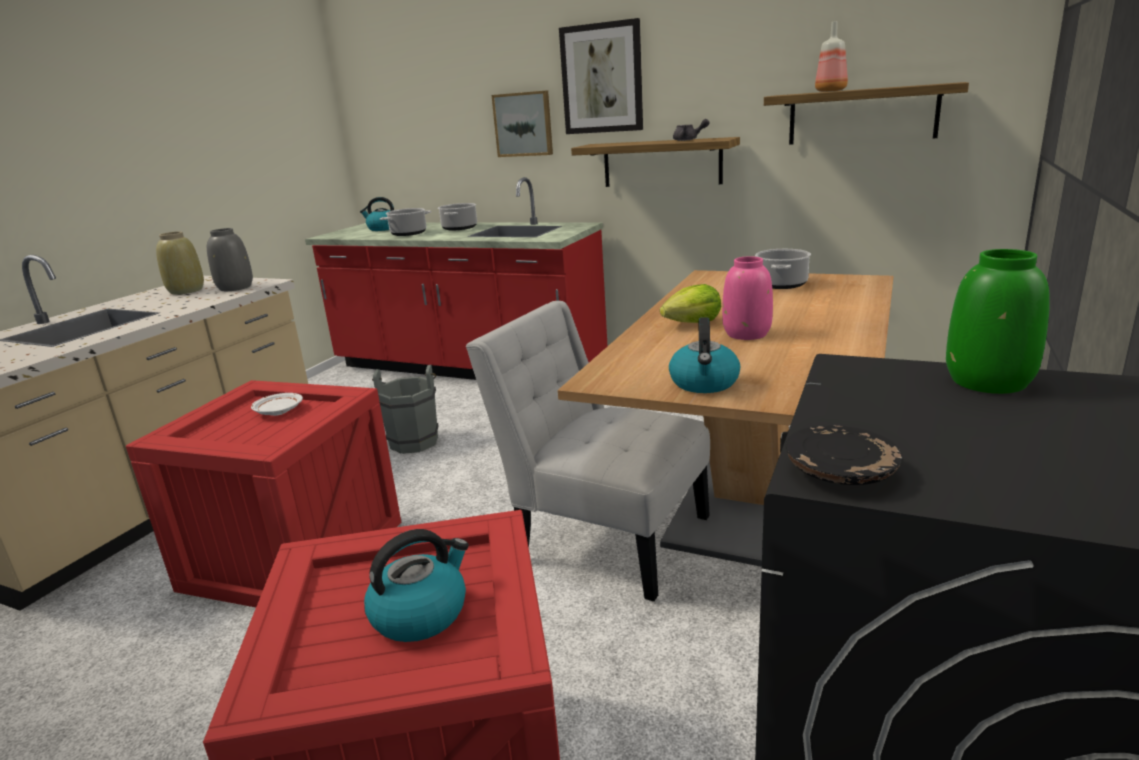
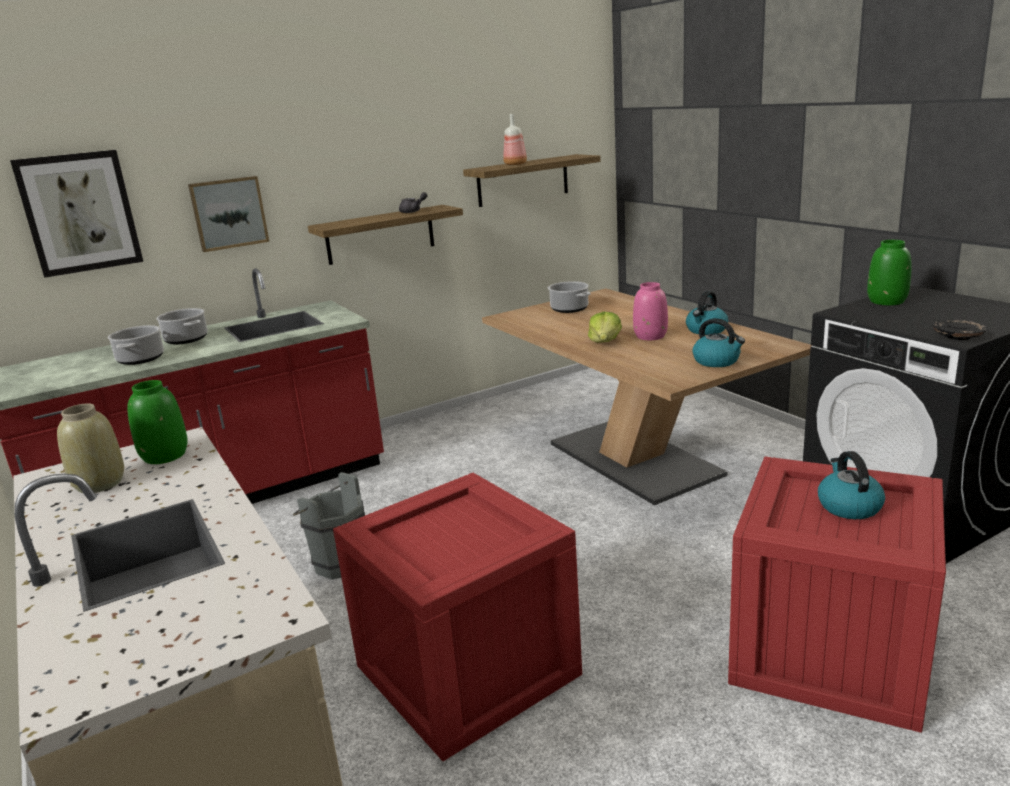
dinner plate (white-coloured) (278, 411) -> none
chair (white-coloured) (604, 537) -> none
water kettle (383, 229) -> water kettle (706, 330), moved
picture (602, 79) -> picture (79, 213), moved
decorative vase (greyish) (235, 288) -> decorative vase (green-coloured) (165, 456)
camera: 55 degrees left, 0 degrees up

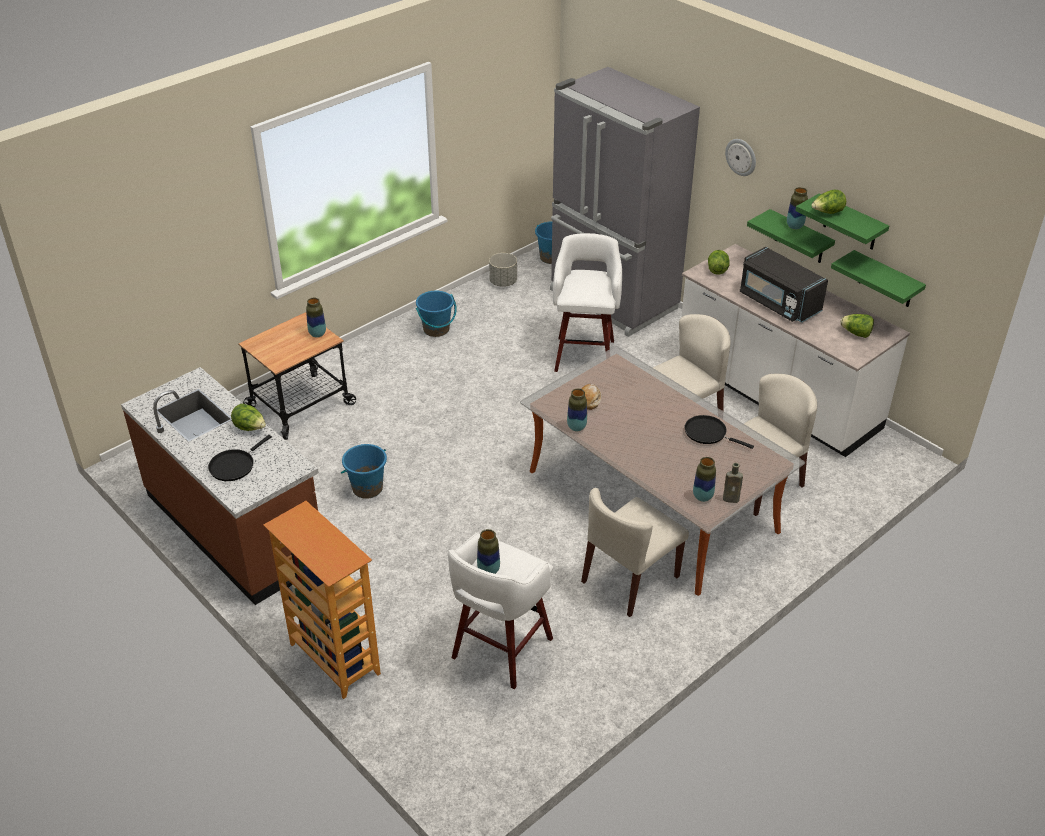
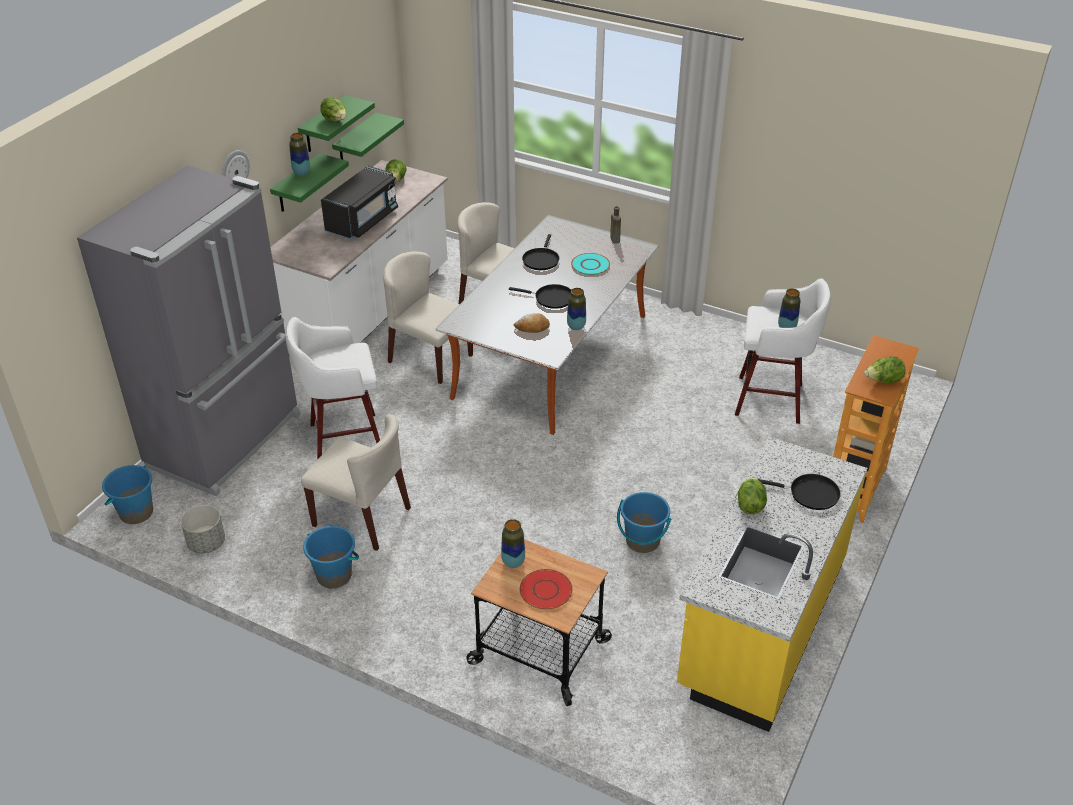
decorative vase (702, 497) -> none
none -> frying pan (black-coloured) (551, 298)
none -> dinner plate (red-coloured) (546, 590)
none -> dinner plate (blue-green) (590, 265)
chair (beige) (630, 580) -> chair (beige) (362, 517), moved
lettuce (717, 269) -> lettuce (883, 381), moved
kitchen base unit (brown-coloured) (236, 527) -> kitchen base unit (yellowish) (760, 625)
camera: 110 degrees left, 0 degrees up

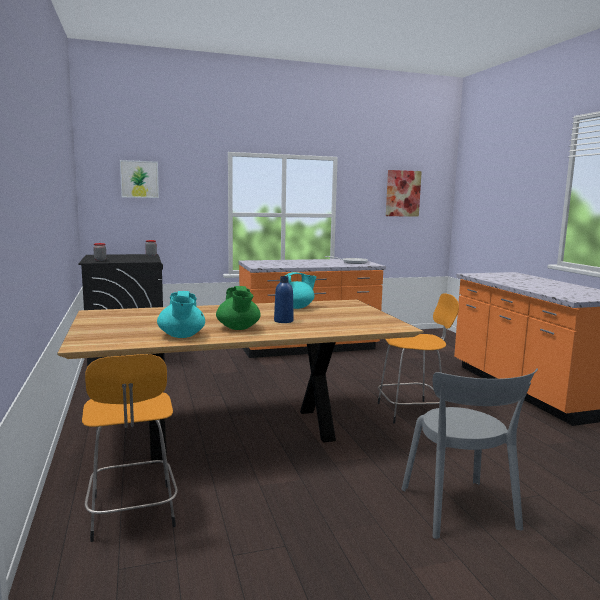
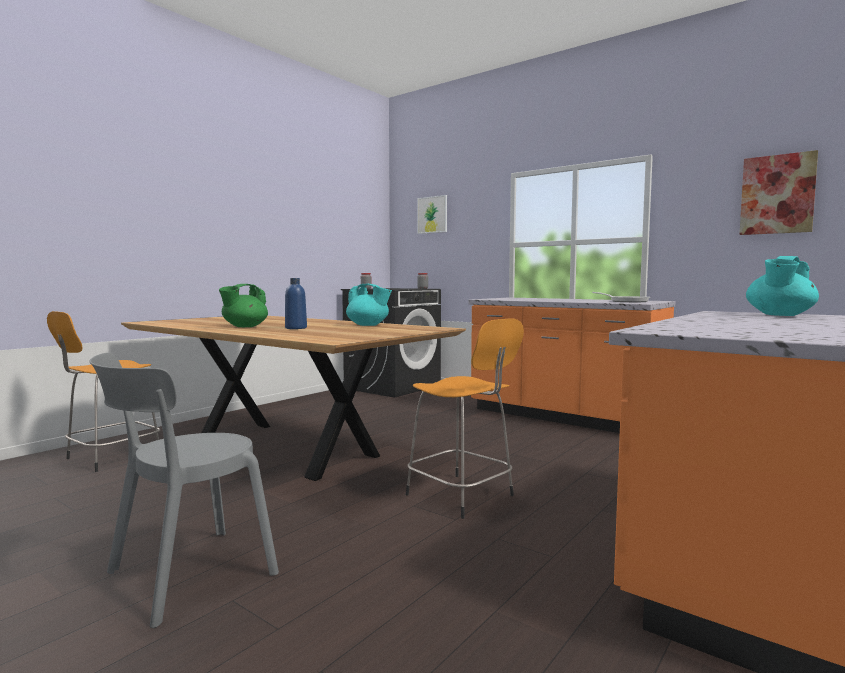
pot for tea (blue-green) (181, 336) -> pot for tea (blue-green) (779, 315), moved
camera: 55 degrees right, 5 degrees down

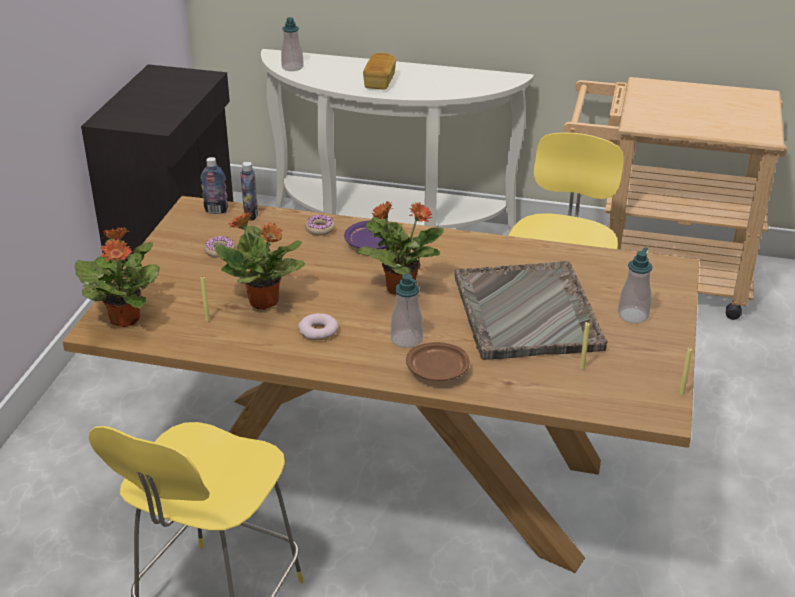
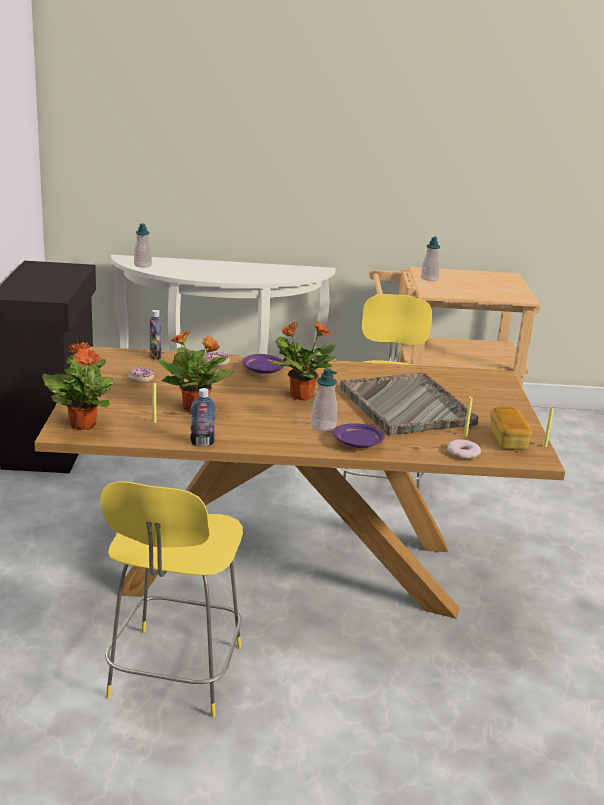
beverage bottle (216, 210) -> beverage bottle (202, 443), moved
ring doughnut (318, 331) -> ring doughnut (463, 453), moved
baked bread (379, 82) -> baked bread (507, 440), moved
soap bottle (633, 315) -> soap bottle (429, 279), moved
dinner plate (brown-coloured) (438, 371) -> dinner plate (purple) (358, 443)
camera: 15 degrees left, 10 degrees down

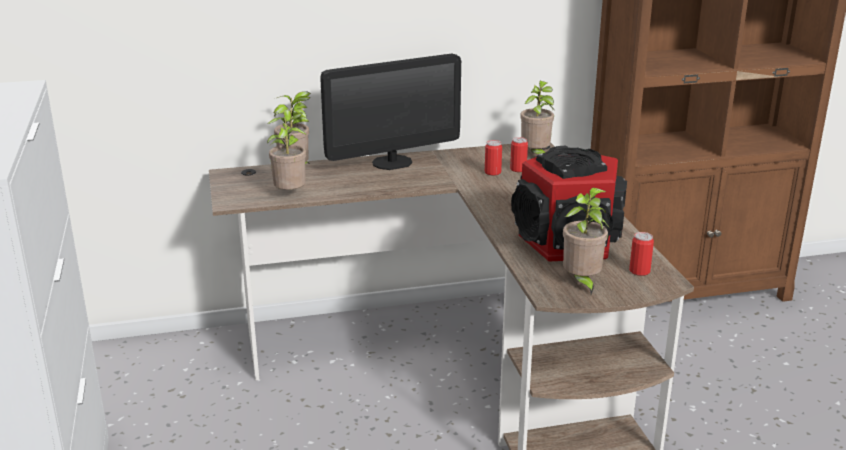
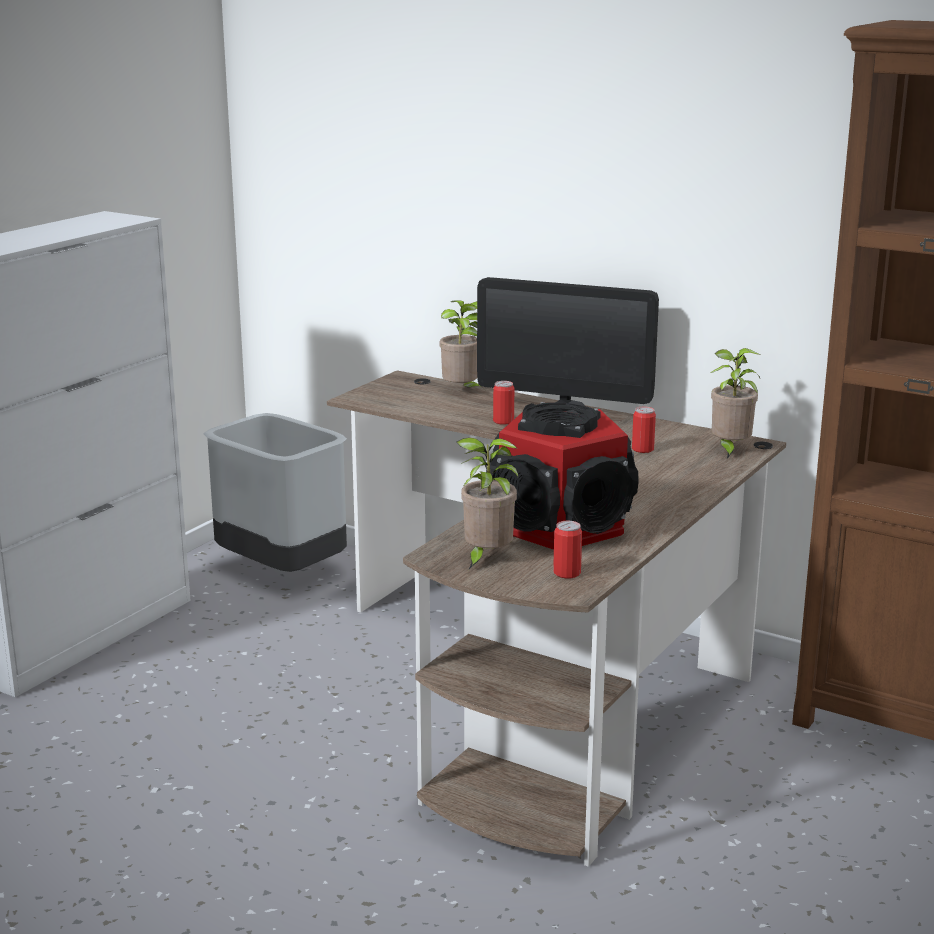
potted plant (291, 195) -> none
none -> rubbish bin (greyish) (283, 571)
can (518, 169) -> can (503, 421), moved
camera: 45 degrees right, 5 degrees down

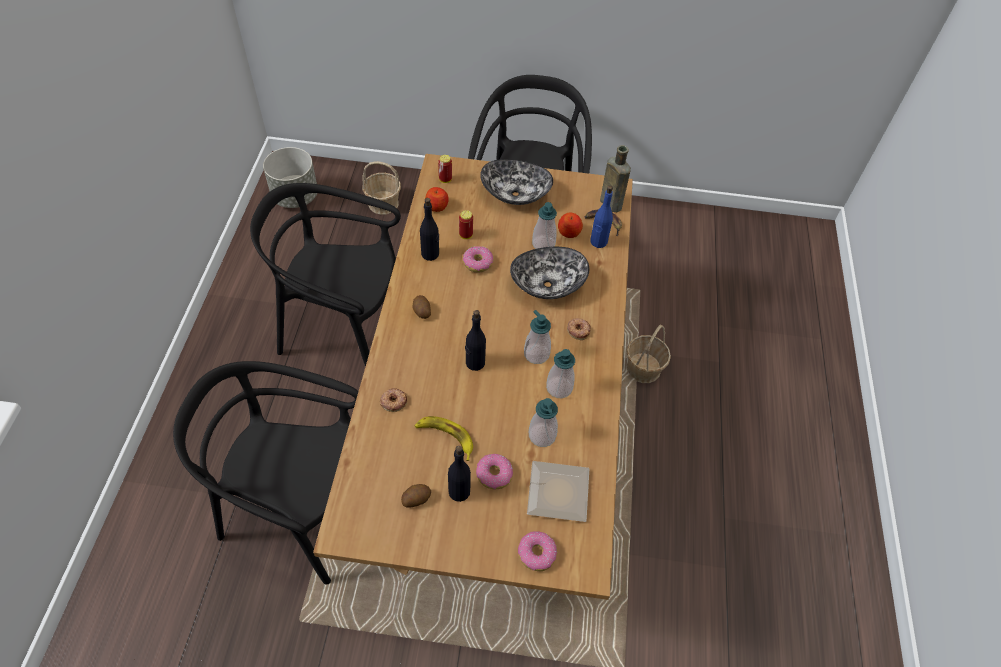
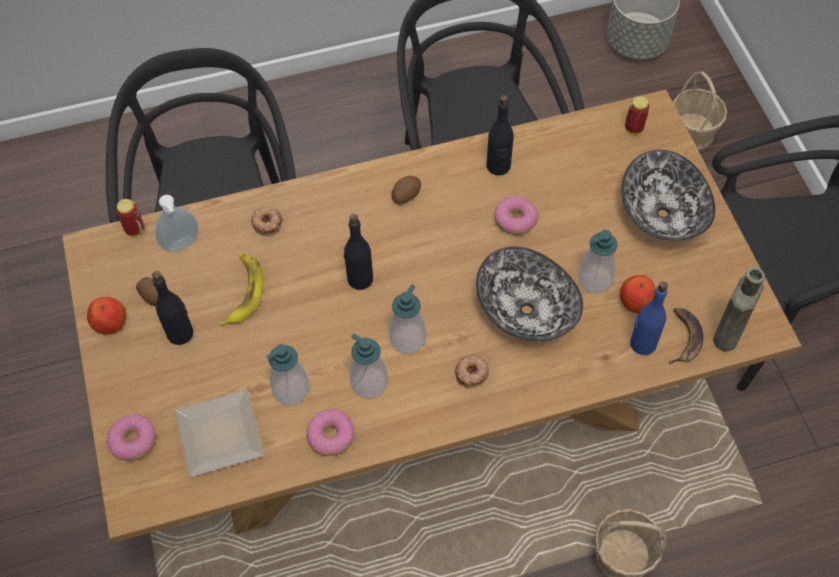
none -> soap bottle (182, 246)
whole apple (437, 206) -> whole apple (110, 323), moved
can (466, 235) -> can (135, 230), moved
ring doughnut (494, 474) -> ring doughnut (331, 436), moved
camera: 70 degrees right, 5 degrees up

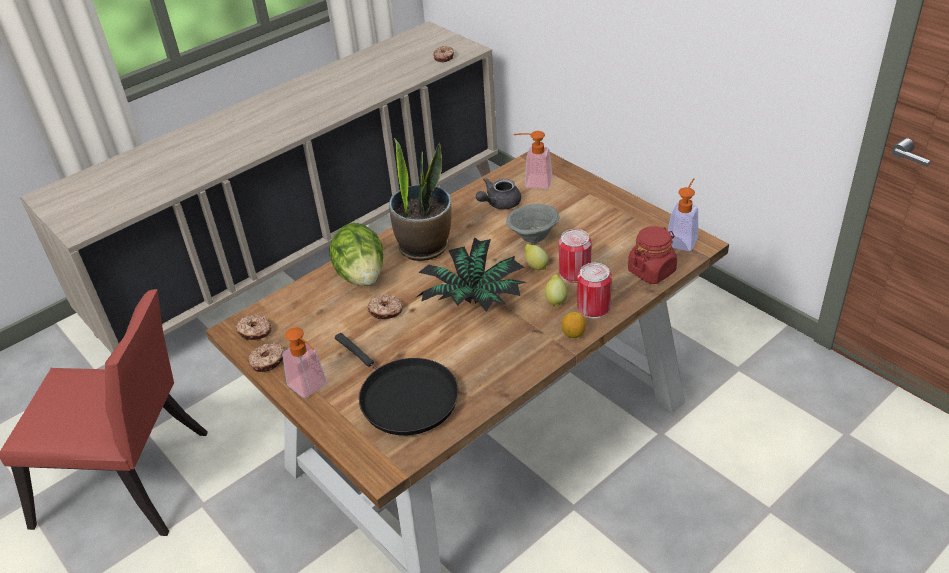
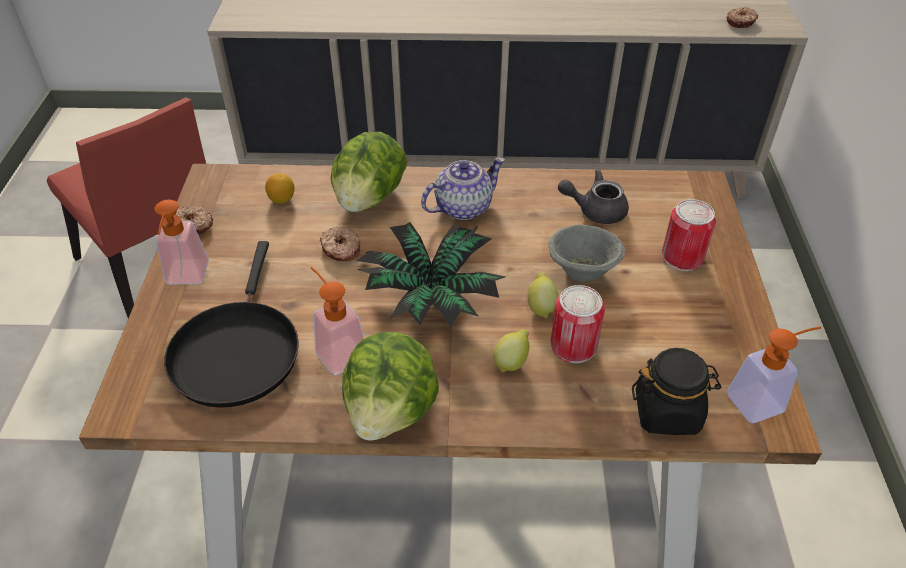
ring doughnut (255, 332) -> none
none -> lettuce (392, 411)
soap bottle (533, 182) -> soap bottle (337, 350), moved
lemon (573, 334) -> lemon (282, 199), moved
can (593, 308) -> can (682, 257), moved
potted plant (424, 246) -> pot for tea (462, 207)
preserve jar (red-coloured) (651, 271) -> preserve jar (black-coloured) (667, 412)
camera: 40 degrees right, 5 degrees up

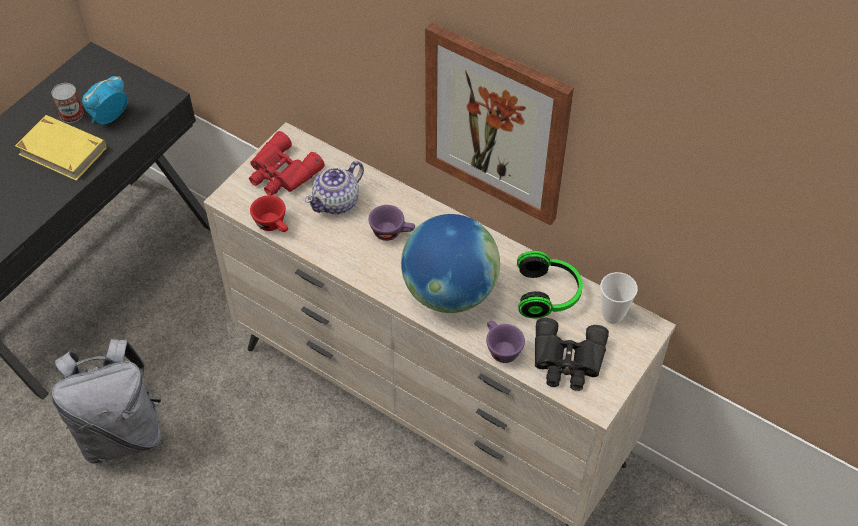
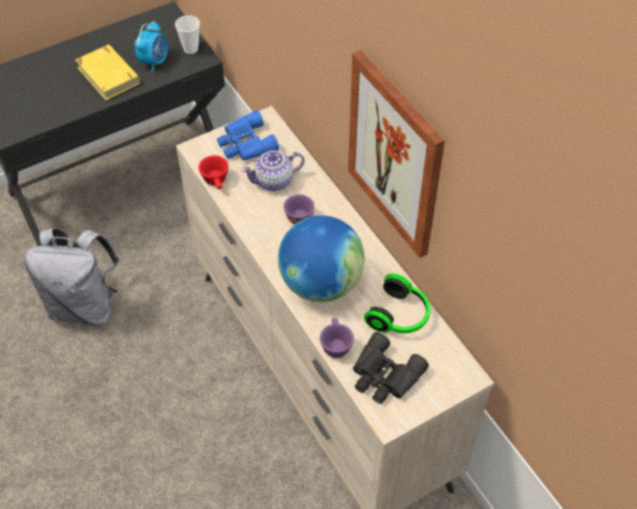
can (71, 114) -> none
drinking cup (612, 315) -> drinking cup (190, 49), moved
field glasses (red-coloured) (281, 173) -> field glasses (blue) (245, 144)
table clock (109, 118) -> table clock (154, 61), 135 degrees clockwise
camera: 25 degrees right, 0 degrees up

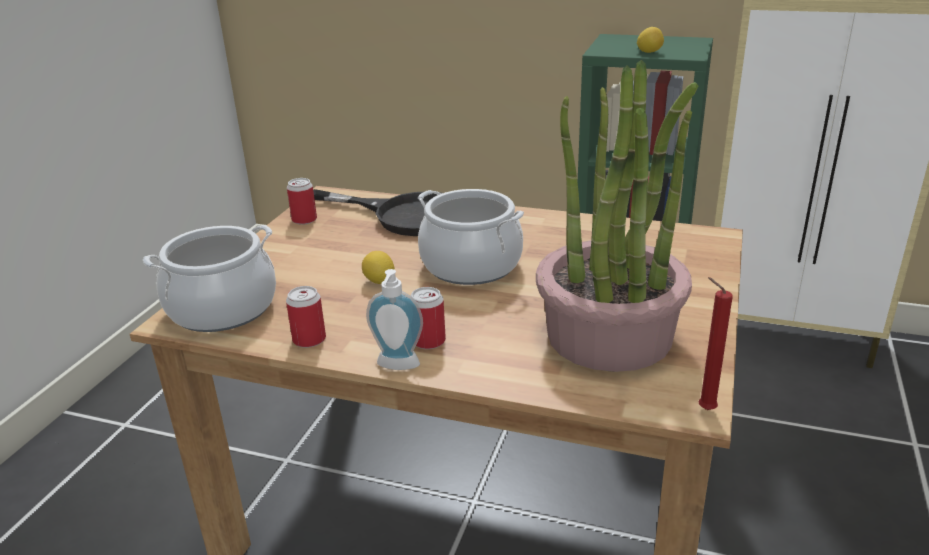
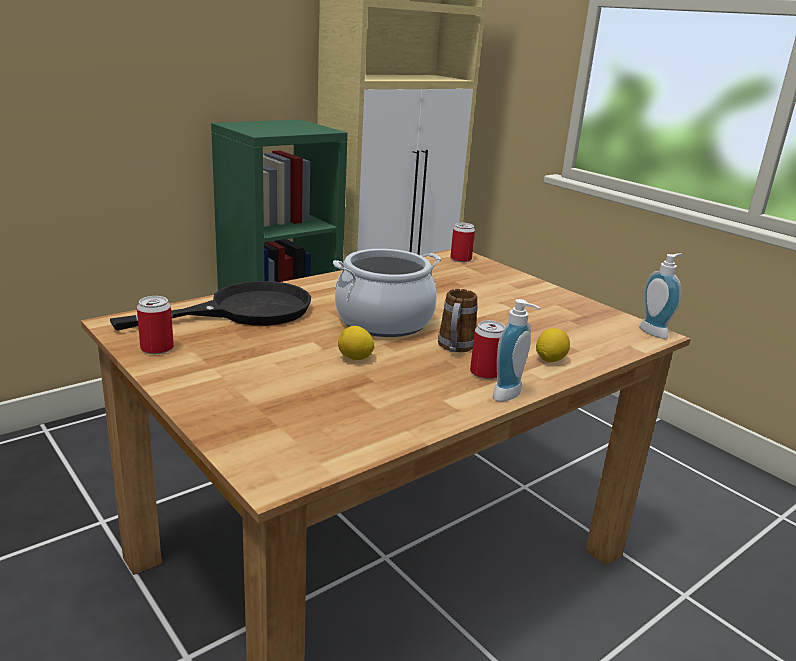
cooking pot (222, 308) -> none
potted plant (609, 336) -> none
none -> coffee mug (455, 348)
can (309, 339) -> can (460, 259), moved
lemon (649, 52) -> lemon (550, 359), moved
wax candle (red-coloured) (703, 409) -> soap bottle (655, 331)
camera: 60 degrees left, 5 degrees down

